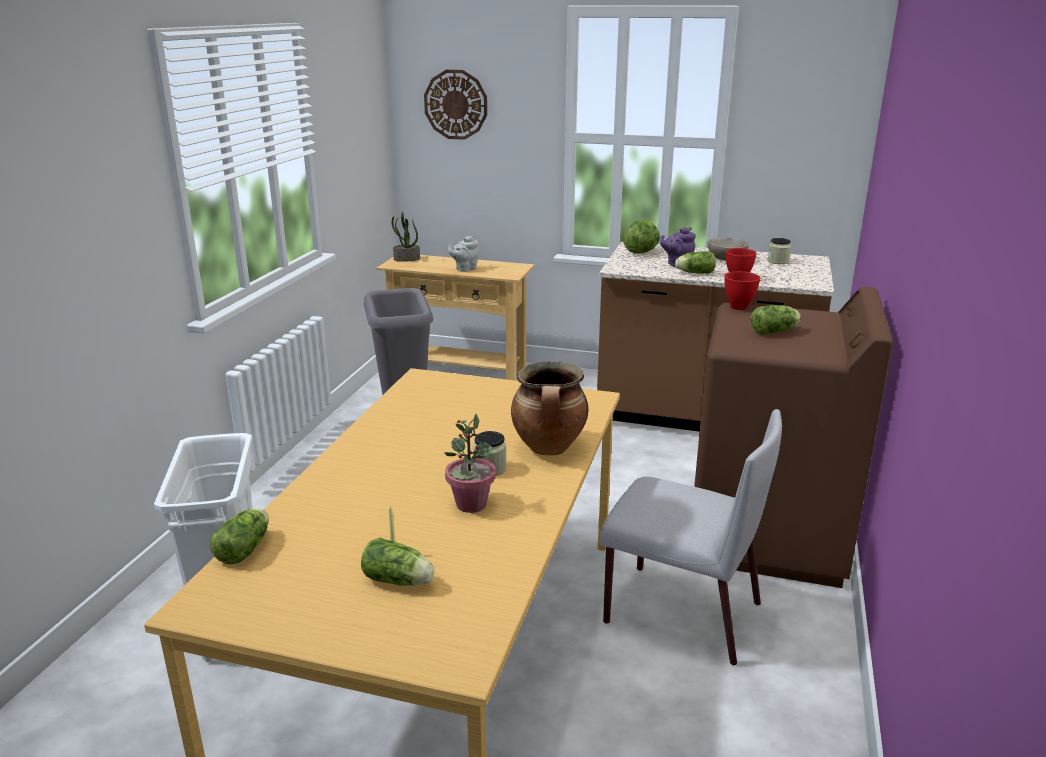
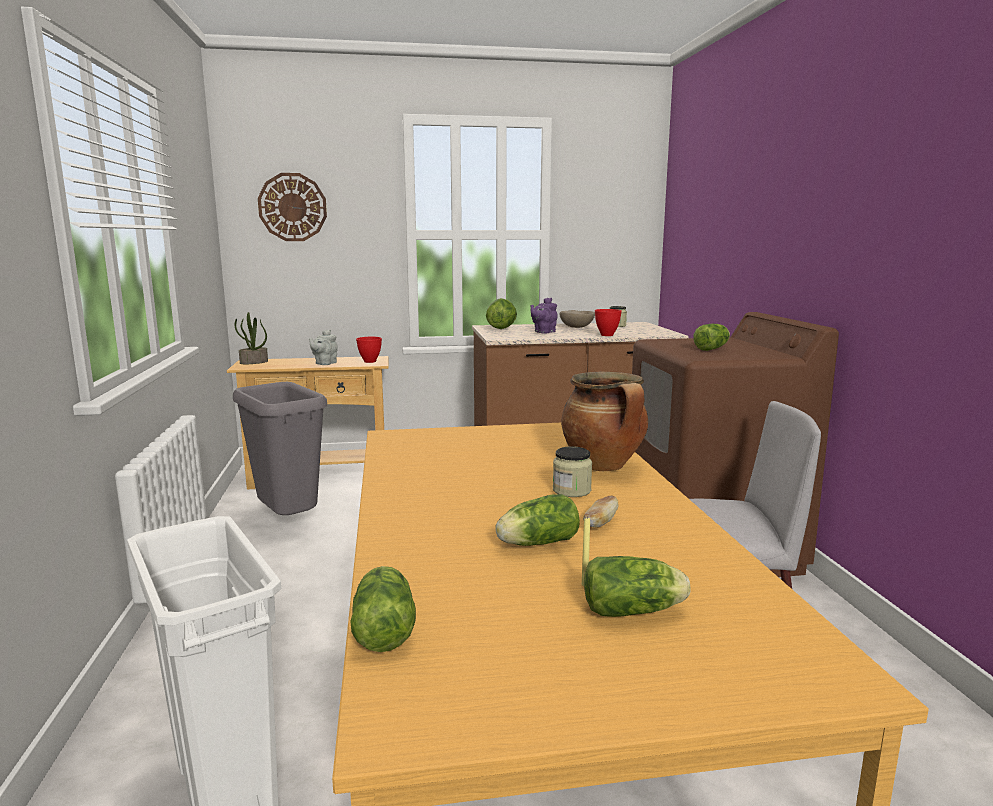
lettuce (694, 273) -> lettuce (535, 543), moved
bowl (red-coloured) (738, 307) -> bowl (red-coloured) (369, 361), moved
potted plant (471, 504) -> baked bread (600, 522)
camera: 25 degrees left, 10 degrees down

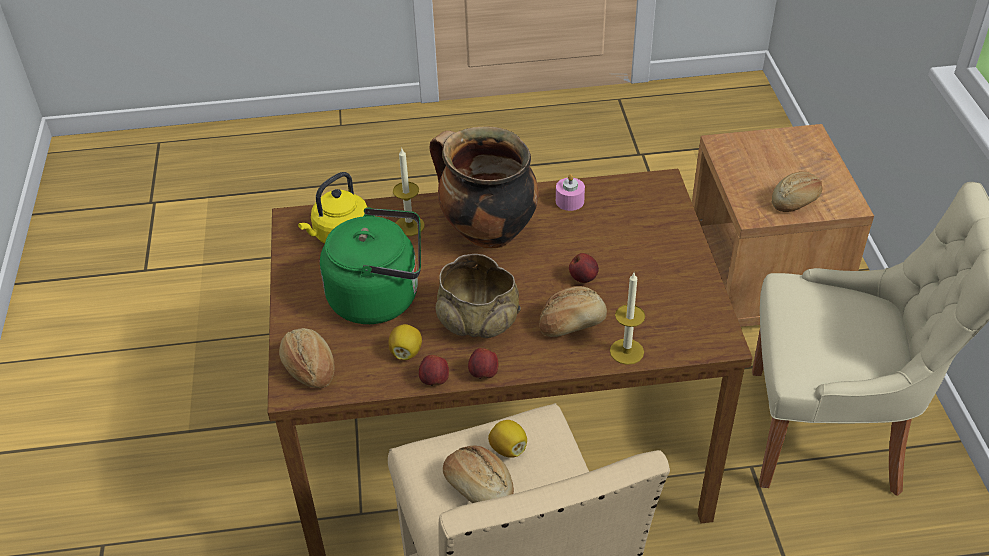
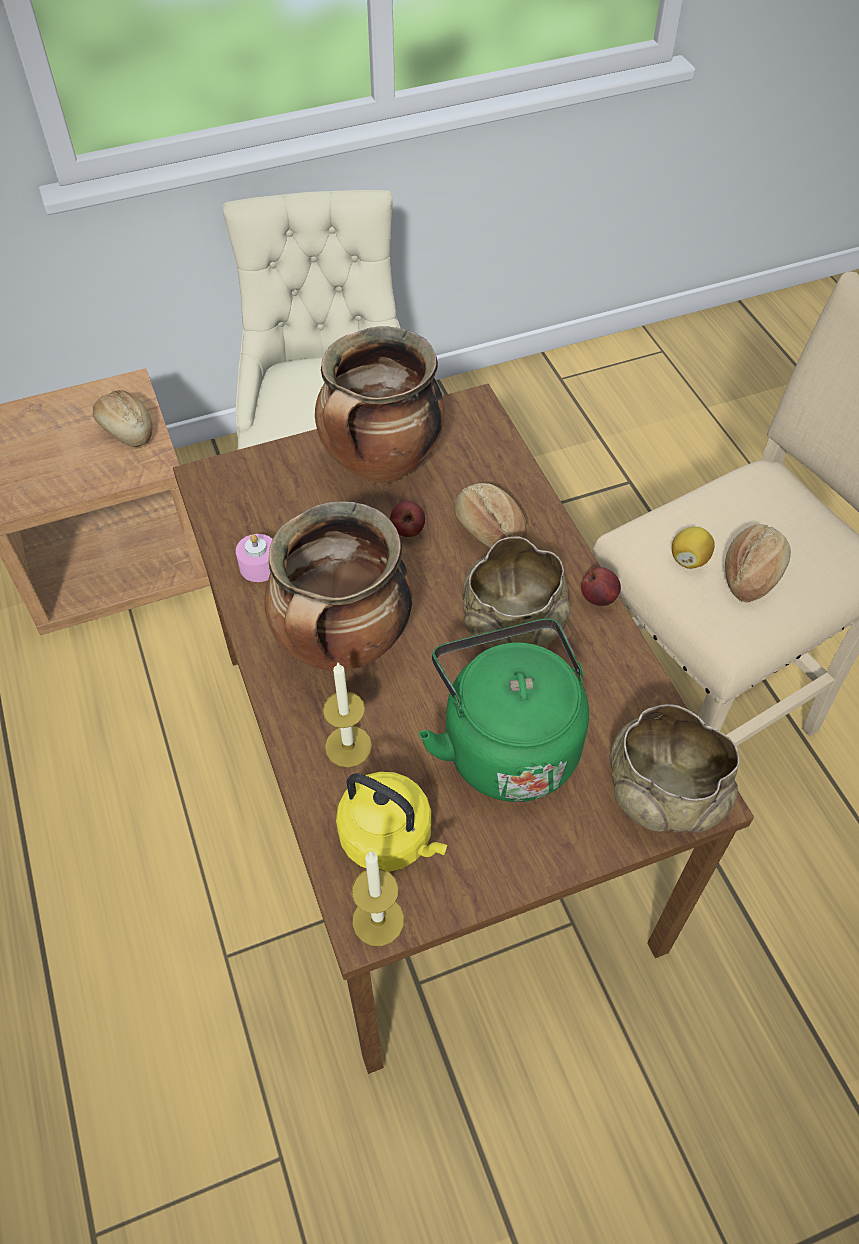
lemon (406, 352) -> none
whole apple (434, 381) -> none
none -> cooking pot (381, 466)
wax candle (626, 351) -> wax candle (378, 920), moved
baked bread (308, 368) -> bowl (beige) (664, 791)
camera: 105 degrees left, 10 degrees up

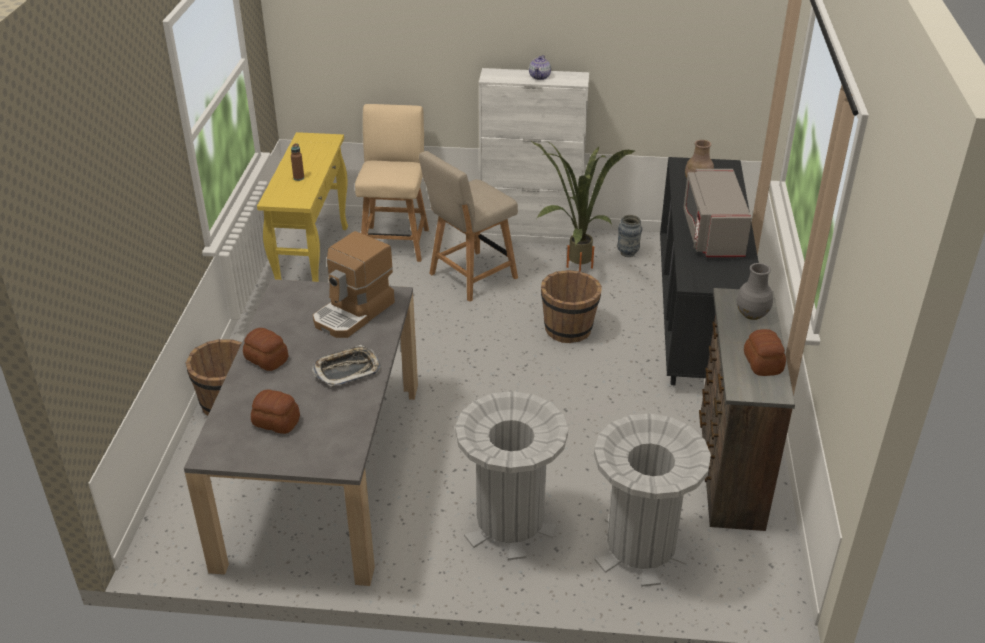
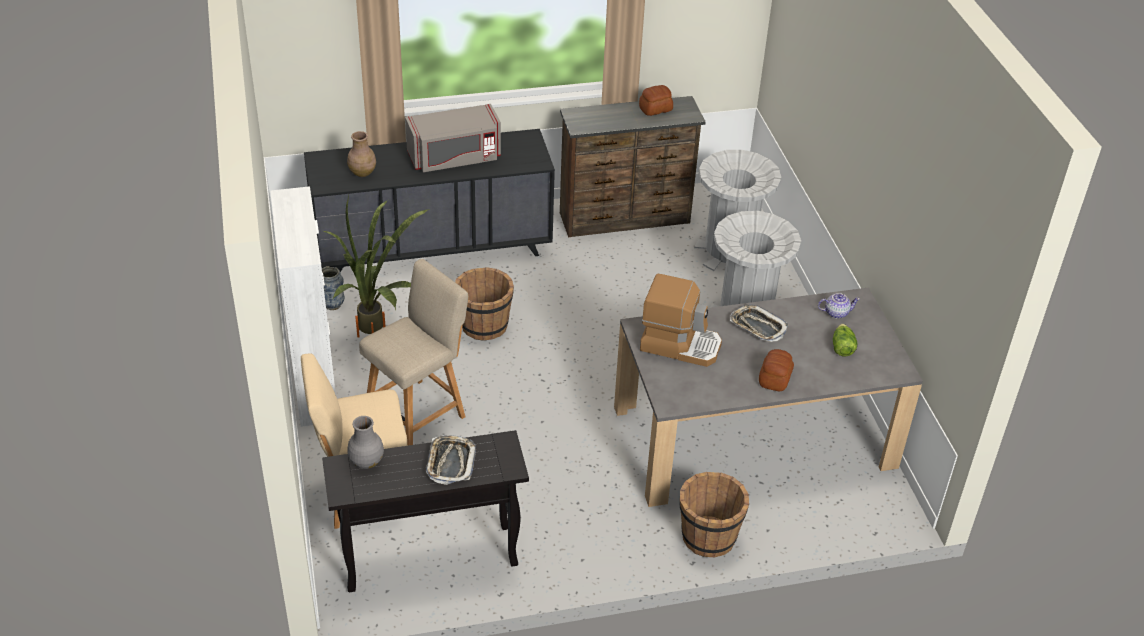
pot for tea (540, 77) -> pot for tea (836, 313), moved
decorative vase (greyish) (751, 314) -> decorative vase (greyish) (366, 462), moved
baked bread (276, 421) -> lettuce (842, 347)
beverage bottle (brown-coloured) (298, 178) -> serving tray (450, 462)
console table (yellowish) (313, 260) -> console table (black-coloured) (428, 559)
chair (beige) (470, 277) -> chair (beige) (418, 412), 75 degrees counterclockwise
camera: 110 degrees left, 5 degrees up

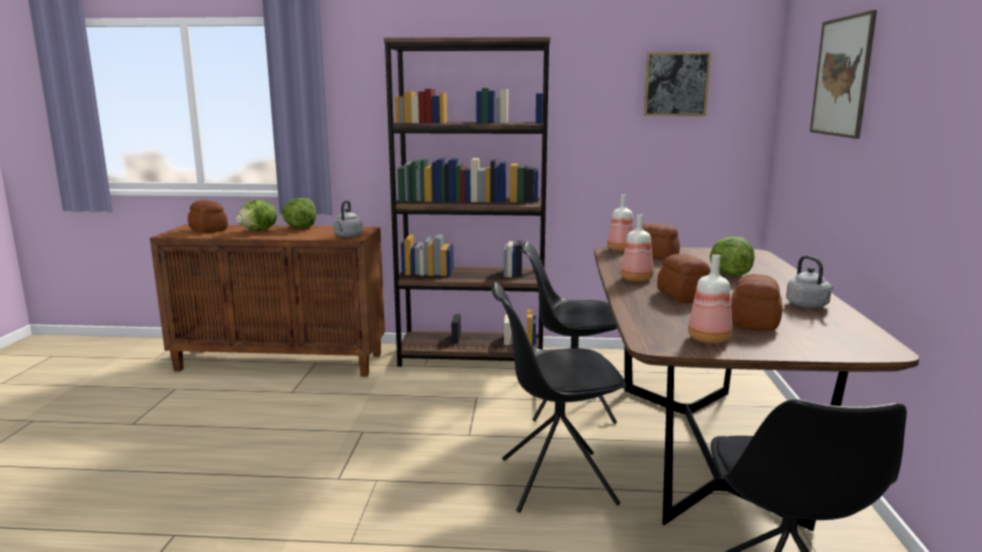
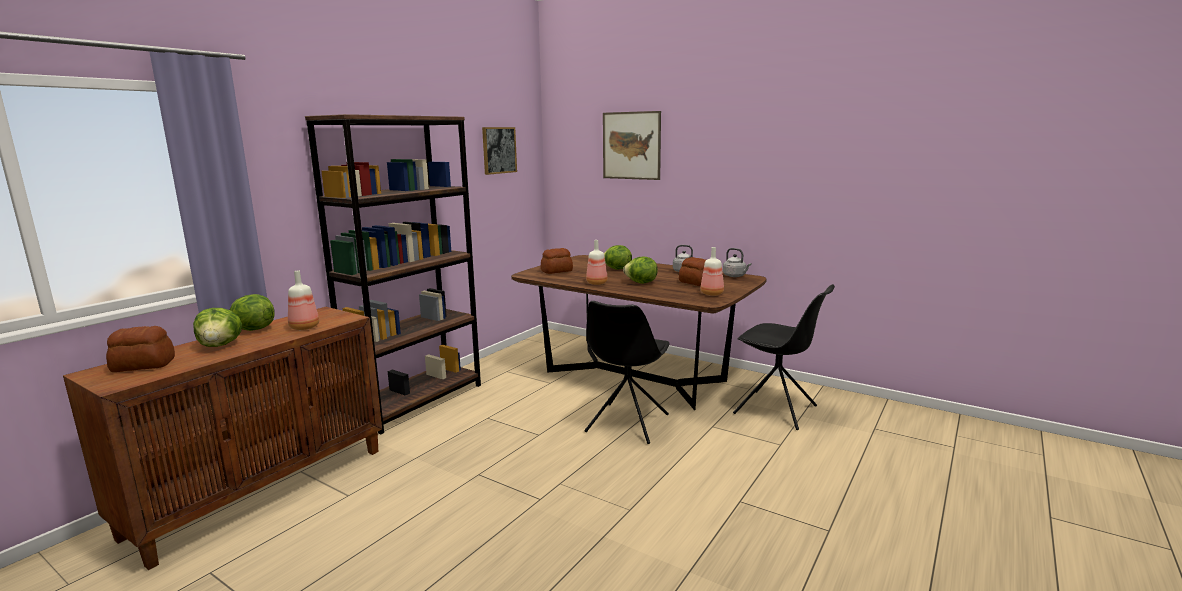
chair (black-coloured) (570, 404) -> none
water kettle (greyish) (348, 236) -> water kettle (greyish) (735, 276), moved
beverage bottle (619, 250) -> beverage bottle (304, 328), moved
baked bread (683, 296) -> lettuce (641, 283)
camera: 60 degrees left, 0 degrees up

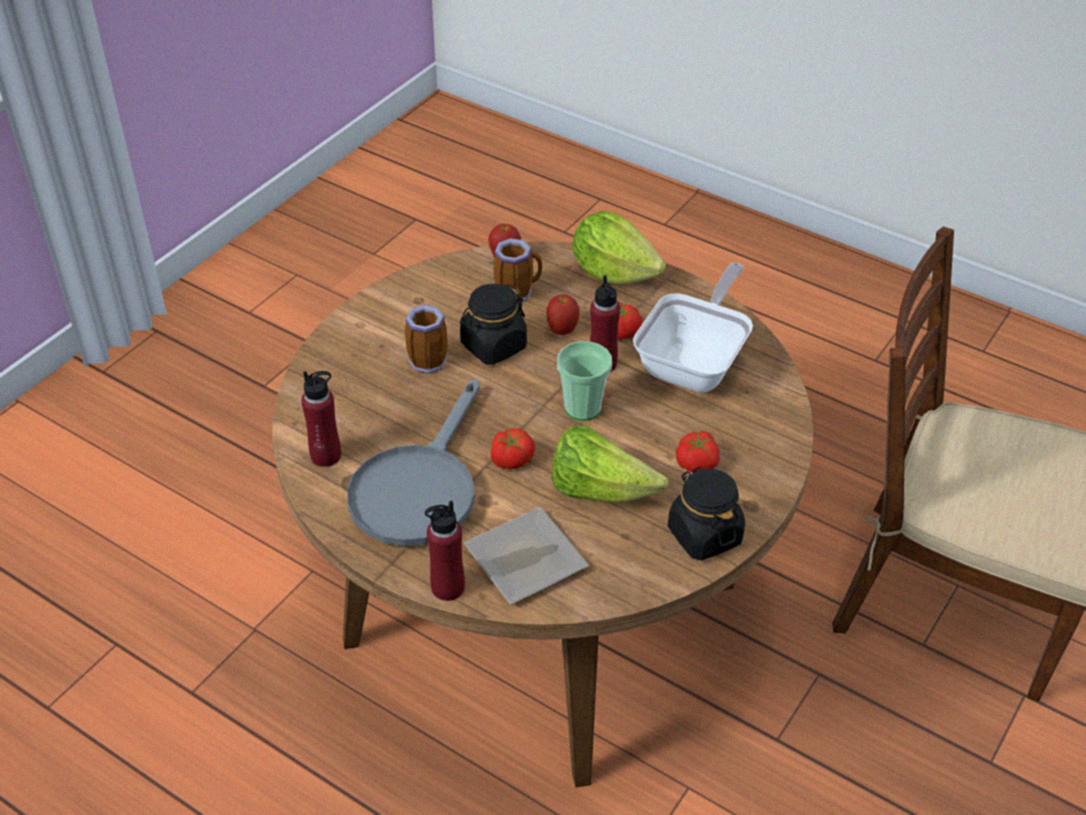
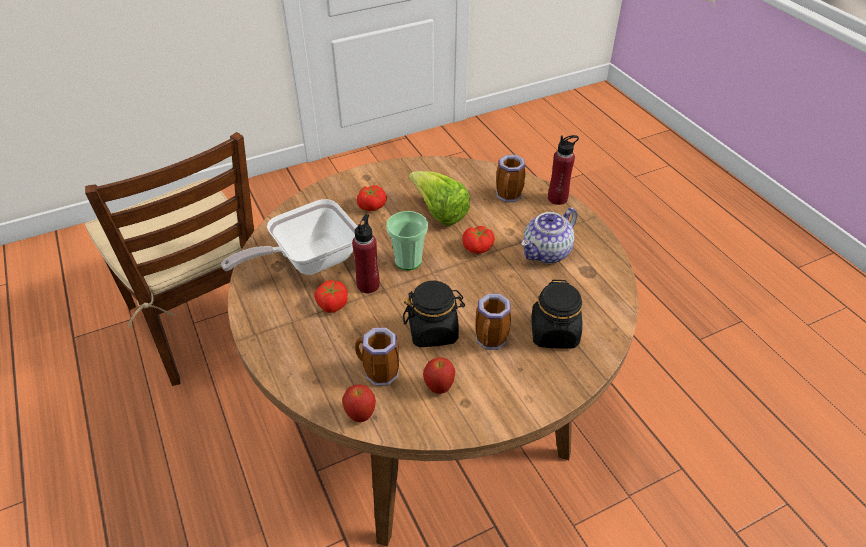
beverage bottle (red-coloured) (326, 455) -> none
lettuce (613, 272) -> none
whole apple (562, 331) -> whole apple (439, 387), moved
preserve jar (black-coloured) (704, 535) -> preserve jar (black-coloured) (554, 333), moved
frying pan (greyish) (419, 487) -> pot for tea (546, 253)
dinner plate (521, 559) -> coffee mug (509, 197)
camera: 150 degrees left, 0 degrees up

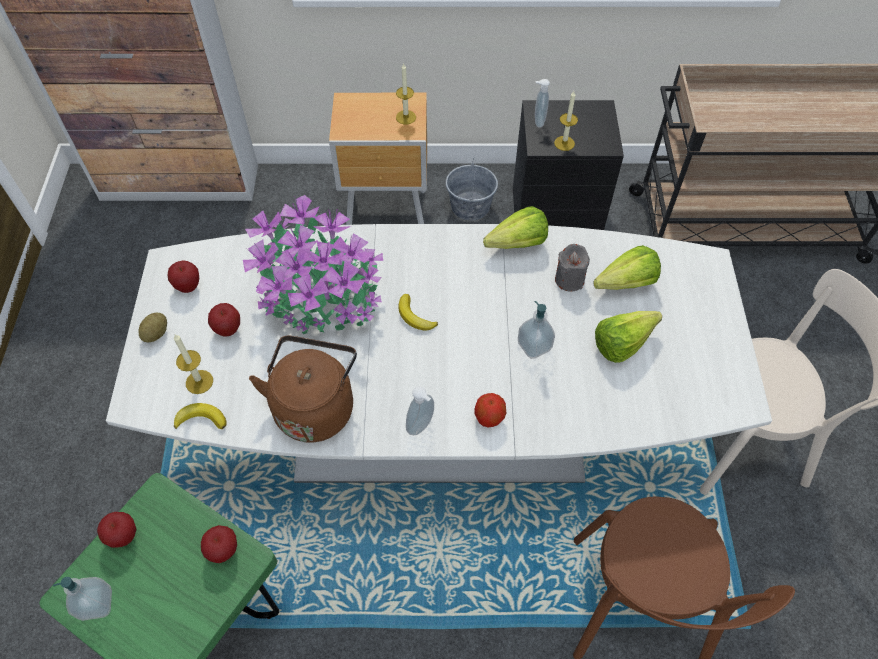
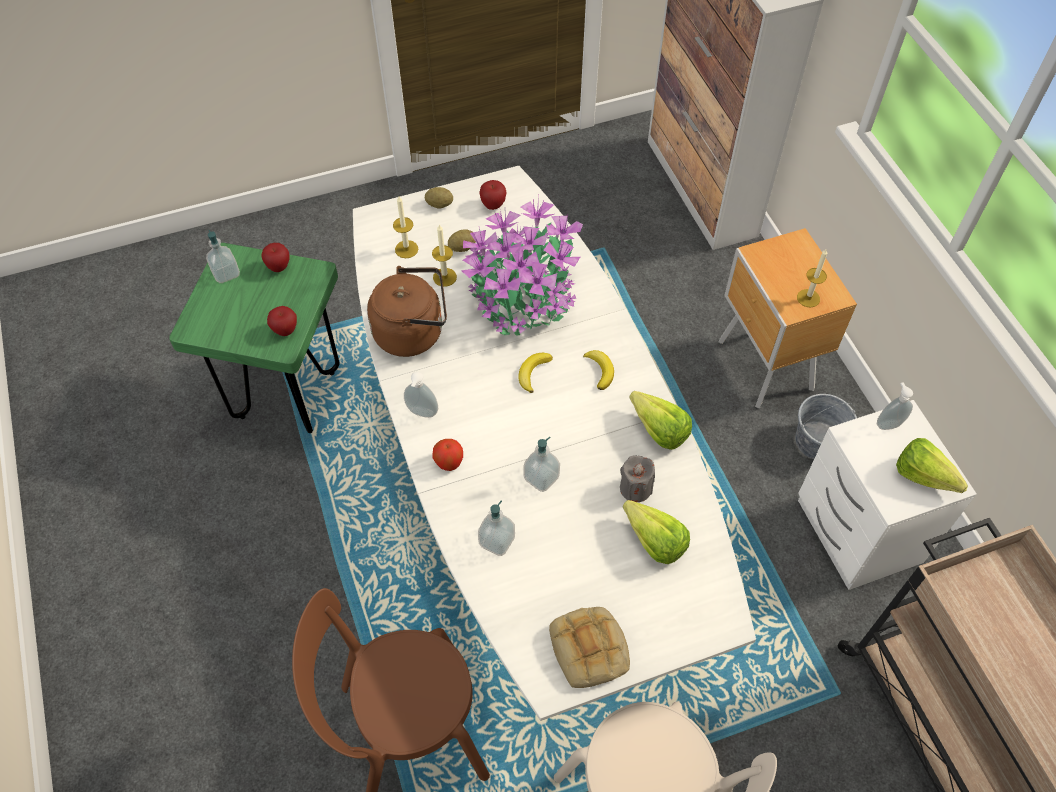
none -> soap bottle (497, 541)
none -> baked bread (590, 650)
whole banana (201, 419) -> whole banana (600, 370), moved
wax candle (564, 143) -> wax candle (444, 277), moved
lettuce (627, 342) -> lettuce (927, 480), moved
whole apple (228, 330) -> spud (462, 247)
bedside table (black-coloured) (557, 215) -> bedside table (white-coloured) (858, 534)
camera: 70 degrees right, 0 degrees up

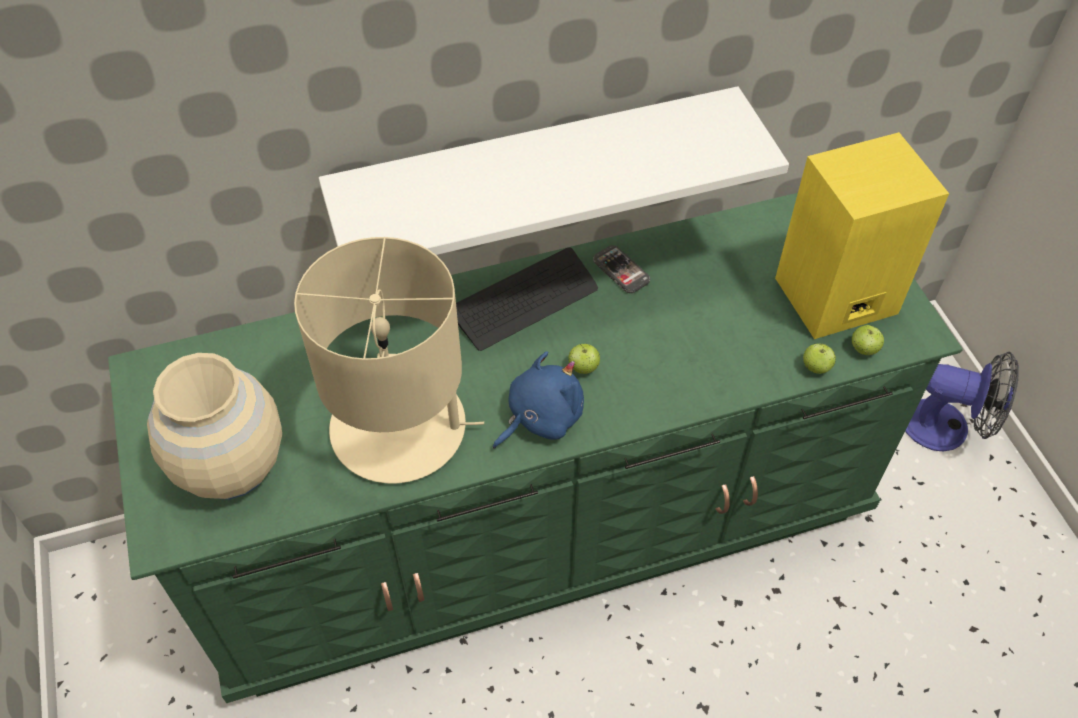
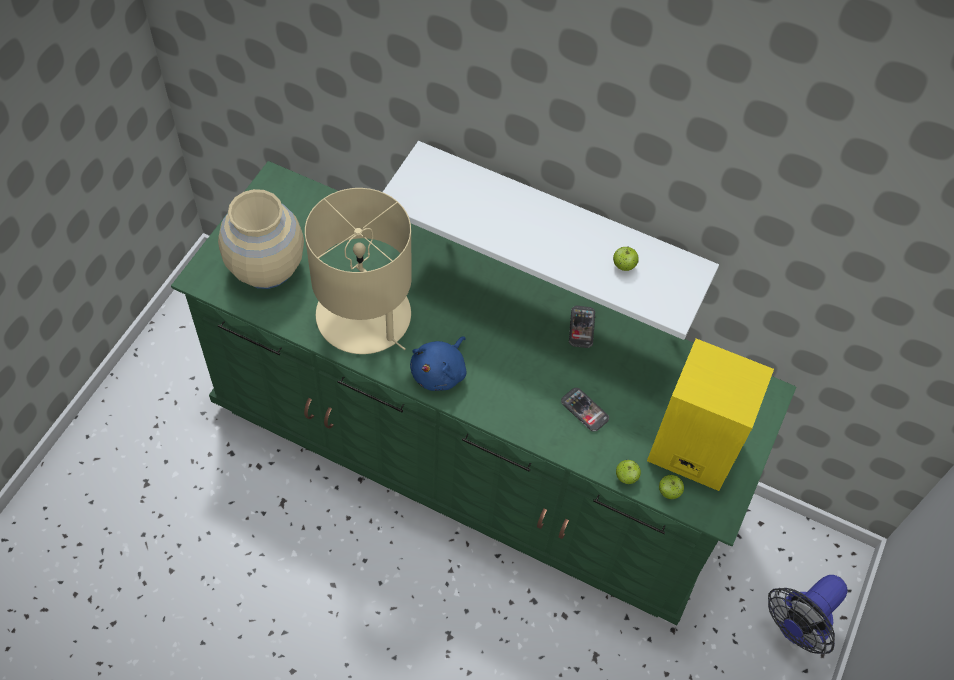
keyboard (524, 301) -> none
none -> handset (584, 410)
whole apple (583, 368) -> whole apple (623, 266), moved
plush toy (blue) (540, 417) -> plush toy (blue) (440, 372), 120 degrees clockwise
cooling fan (947, 428) -> cooling fan (797, 627), 75 degrees clockwise
camera: 40 degrees right, 5 degrees up

